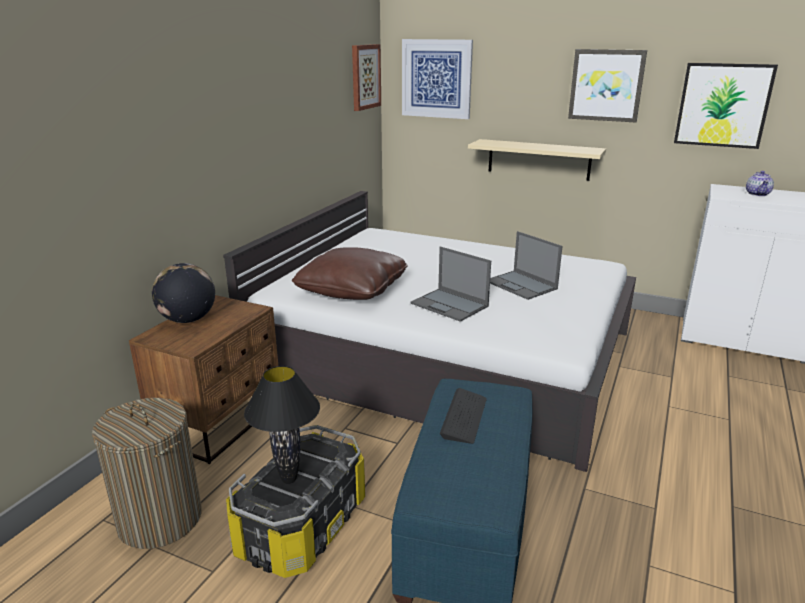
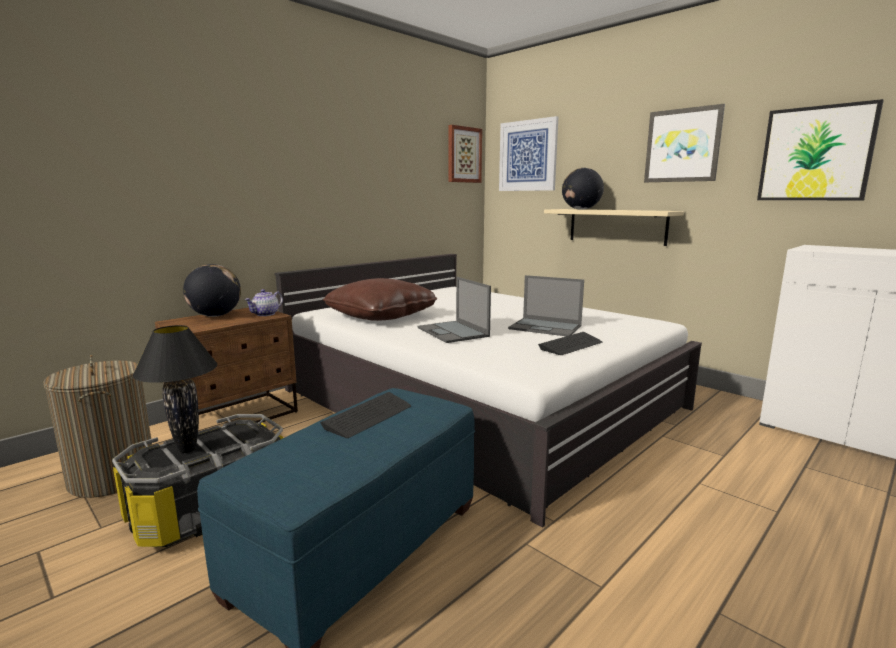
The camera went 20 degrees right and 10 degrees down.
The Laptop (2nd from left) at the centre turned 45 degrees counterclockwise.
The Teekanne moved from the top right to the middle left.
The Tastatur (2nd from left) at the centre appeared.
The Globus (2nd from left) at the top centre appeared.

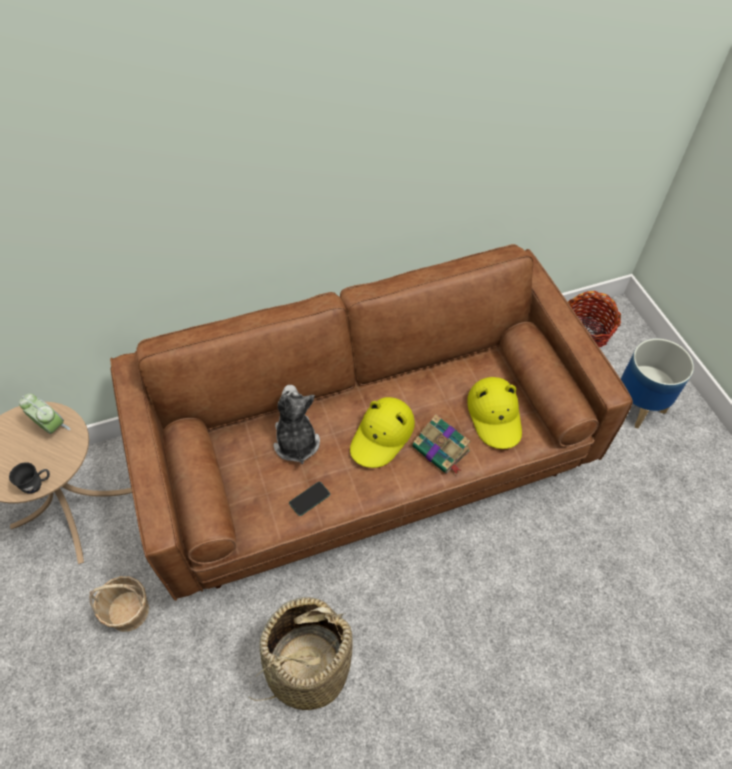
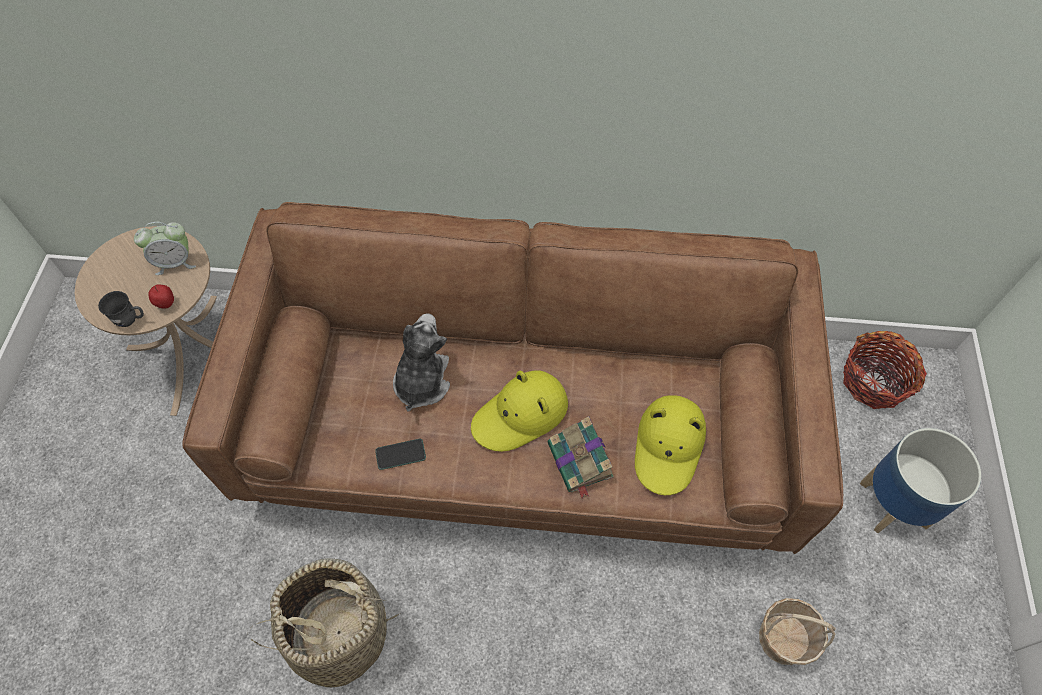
The camera went 25 degrees right and 5 degrees up.
The Wecker at the middle left turned 105 degrees clockwise.
The Korb (1st from left in the first image) moved from the bottom left to the bottom right.
The Apfel at the middle left appeared.

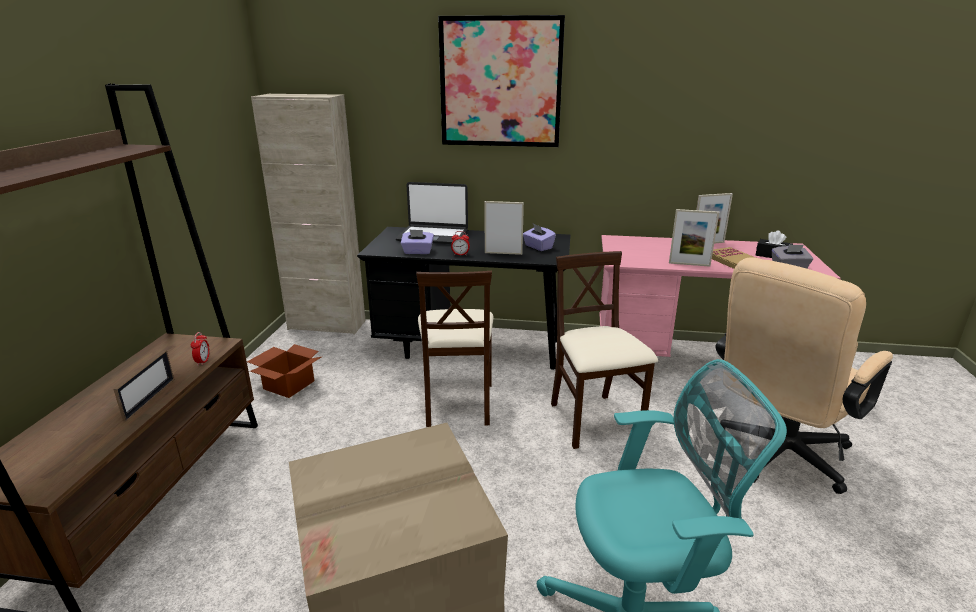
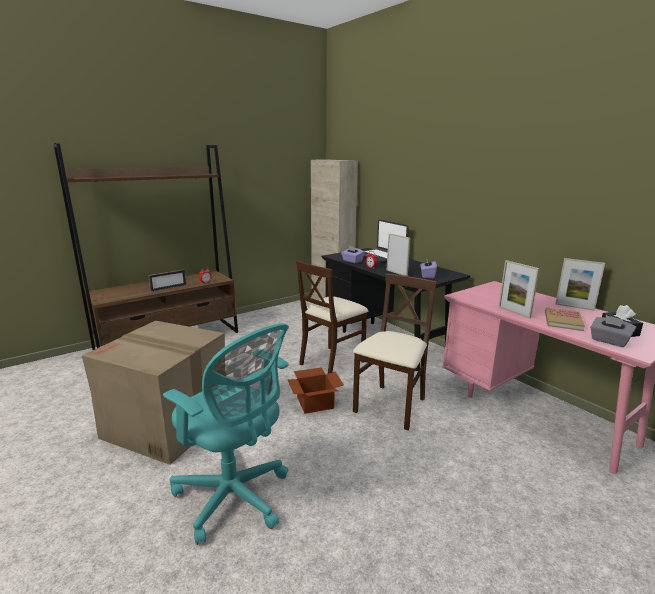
The camera went 45 degrees right and 5 degrees down.
The Karton (1st from left in the first image) moved from the middle left to the centre.
The Bild at the top centre disappeared.
The Bürostuhl (beige) at the middle right disappeared.

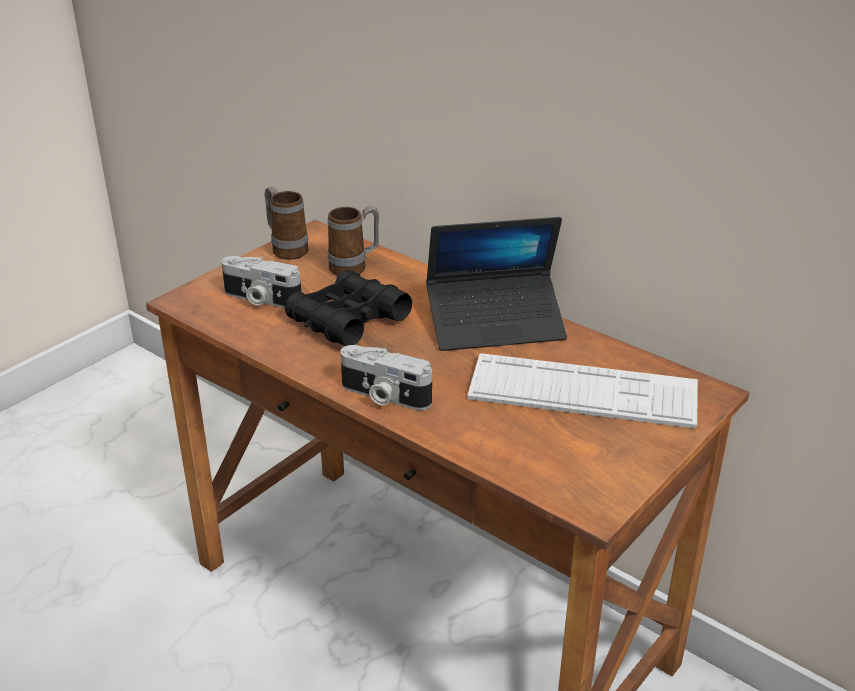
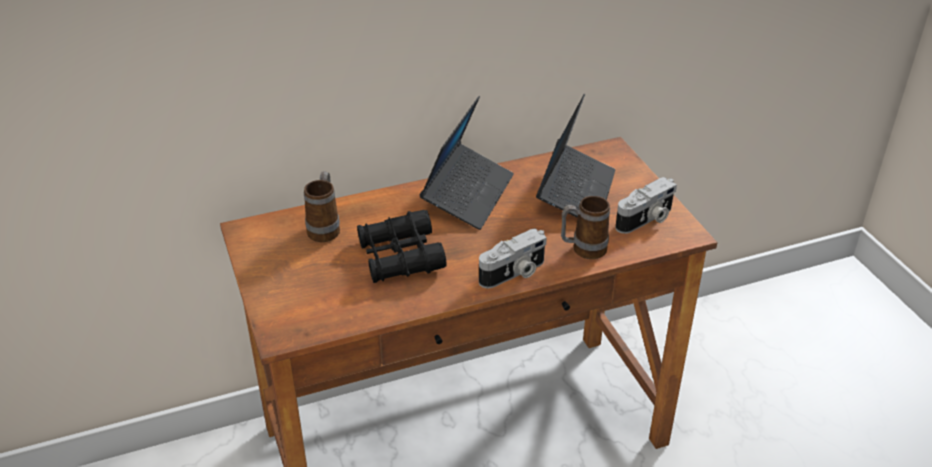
The camera went 60 degrees left and 5 degrees up.
The Kamera (1st from left in the first image) moved from the middle left to the middle right.
The Henkelbecher (1st from left in the first image) moved from the top centre to the centre.
The Tastatur at the middle right was replaced by the Laptop (2nd from left) at the centre.

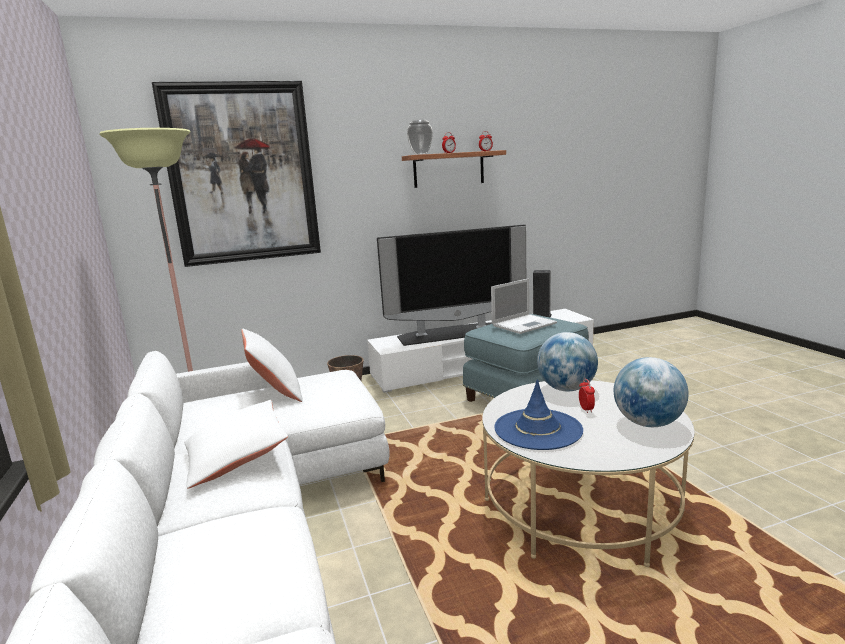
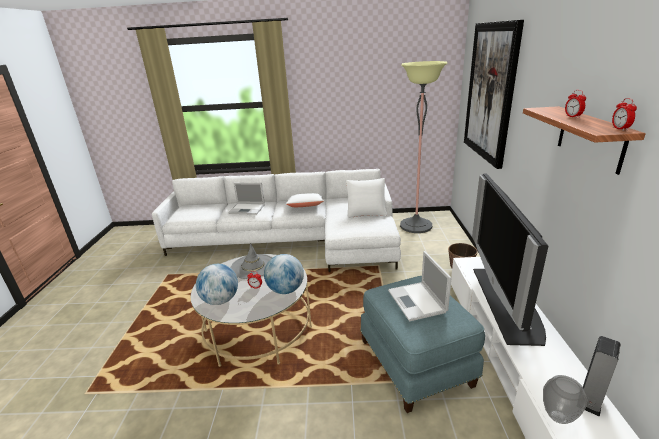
The camera went 110 degrees right and 10 degrees up.
The Vase moved from the top centre to the bottom right.
The Hut (blau) at the centre became the Hut (grau) at the centre.
The Laptop (1st from left) at the centre appeared.

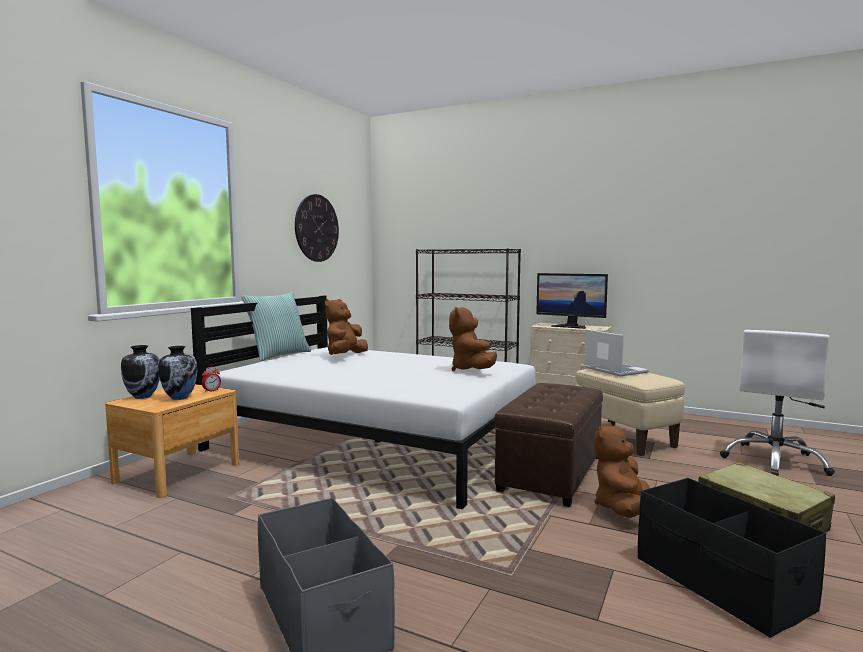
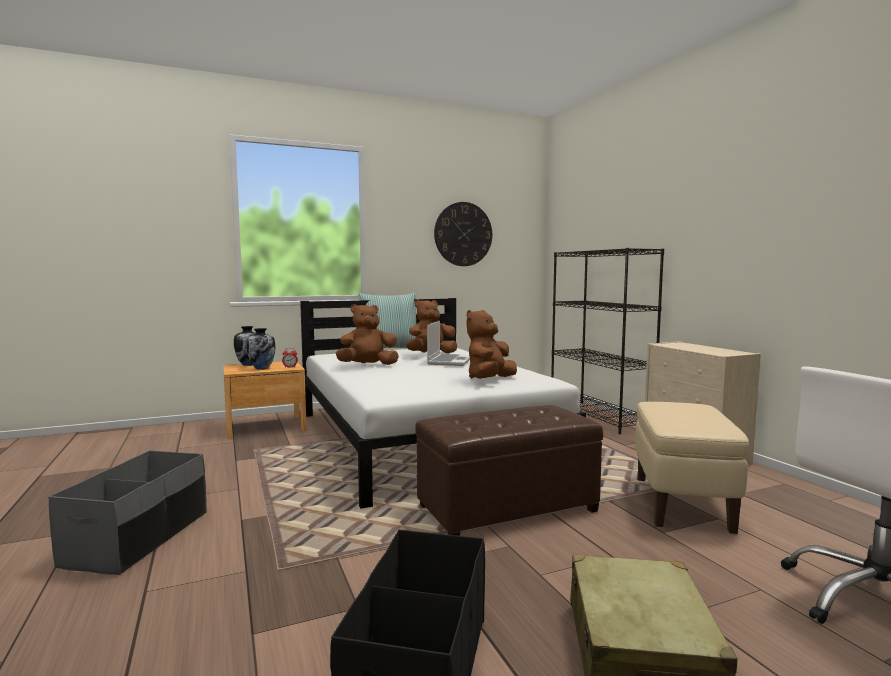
The camera went 40 degrees right and 0 degrees up.
The Monitor at the centre disappeared.
The Laptop moved from the middle right to the centre.
The Plüschtier (braun) (3rd from left in the first image) moved from the bottom right to the centre.

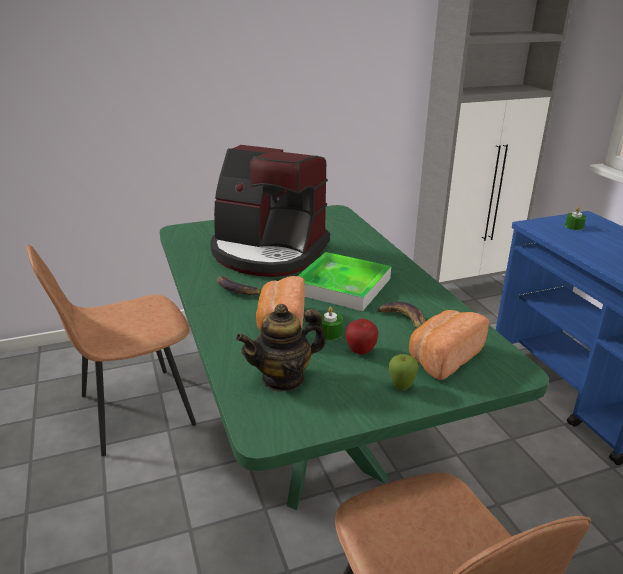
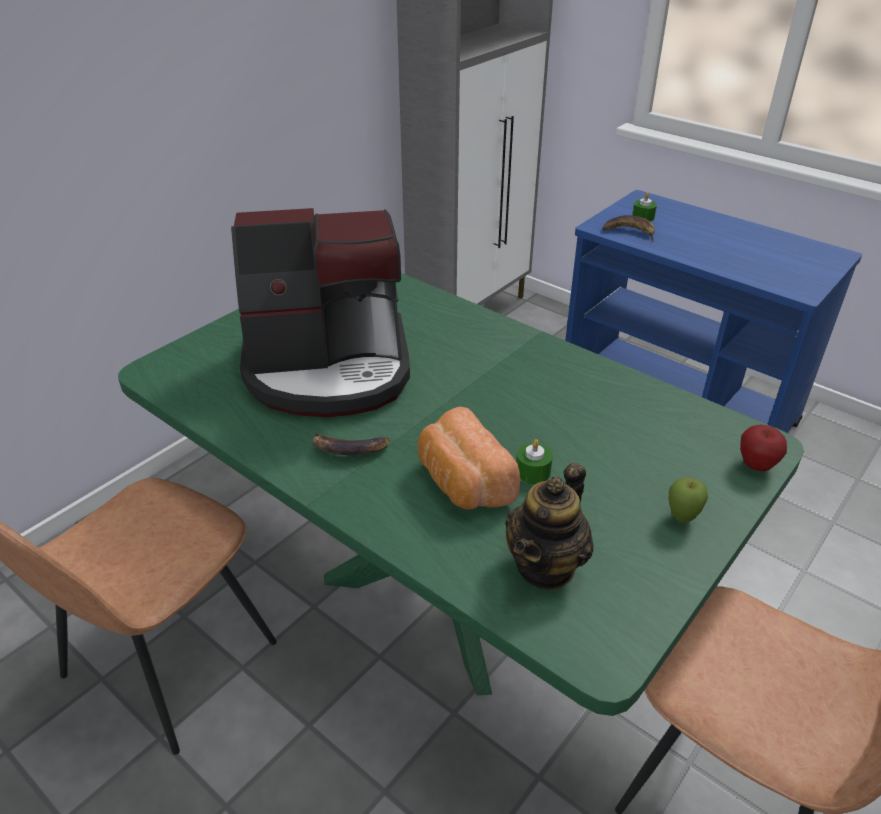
The camera went 30 degrees left and 10 degrees up.
The Tablett at the centre disappeared.
The Apfel (1st from left in the first image) moved from the centre to the middle right.
The Banane (2nd from left) moved from the centre to the top right.
The Brot (2nd from left) at the middle right disappeared.

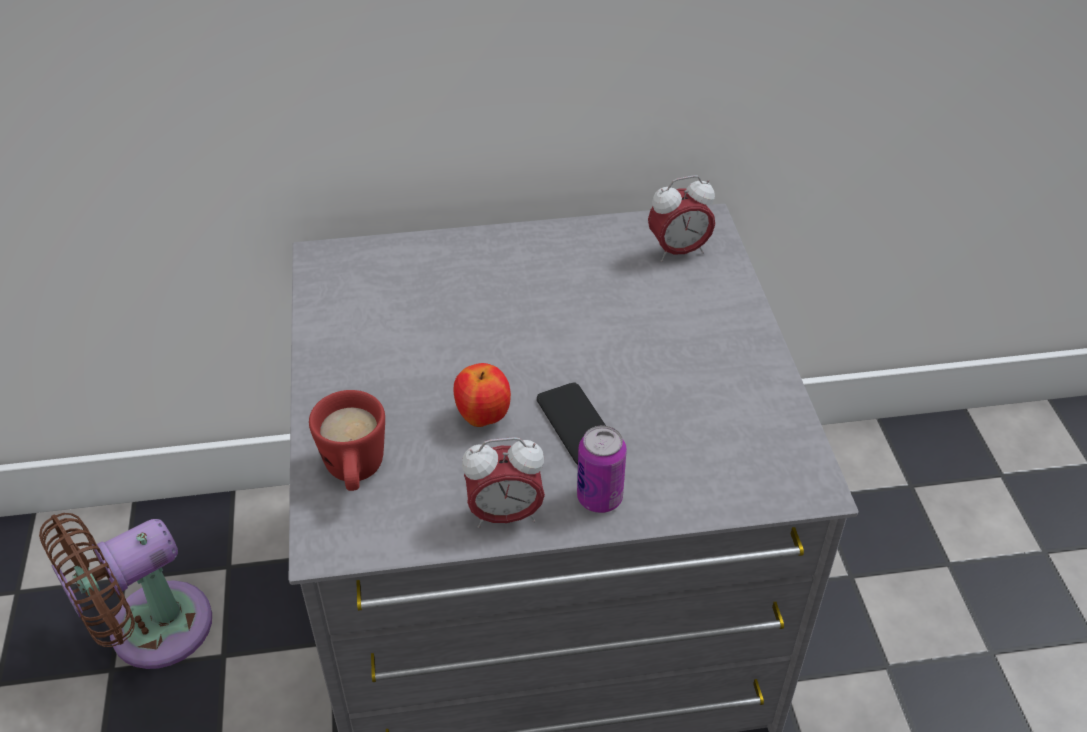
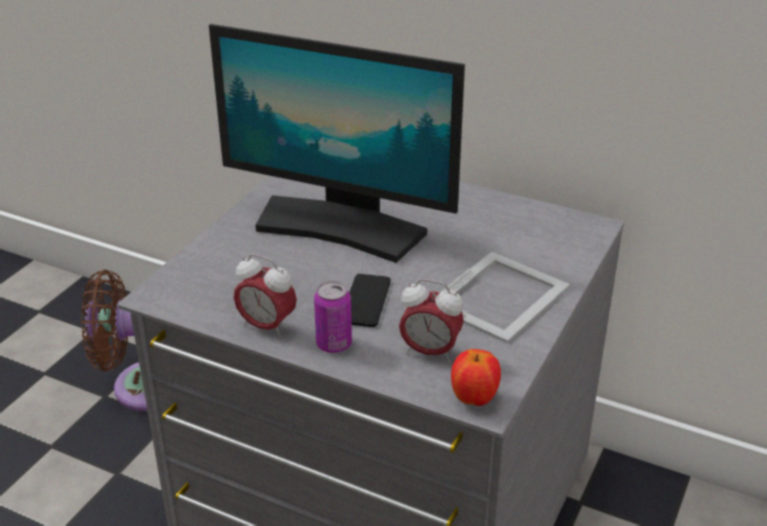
The camera went 35 degrees right and 10 degrees down.
The Henkelbecher (rot) at the middle left disappeared.
The Apfel moved from the centre to the bottom centre.
The Wecker (2nd from left) moved from the top centre to the centre.
The Monitor at the top centre appeared.
The Bilderrahmen at the centre appeared.

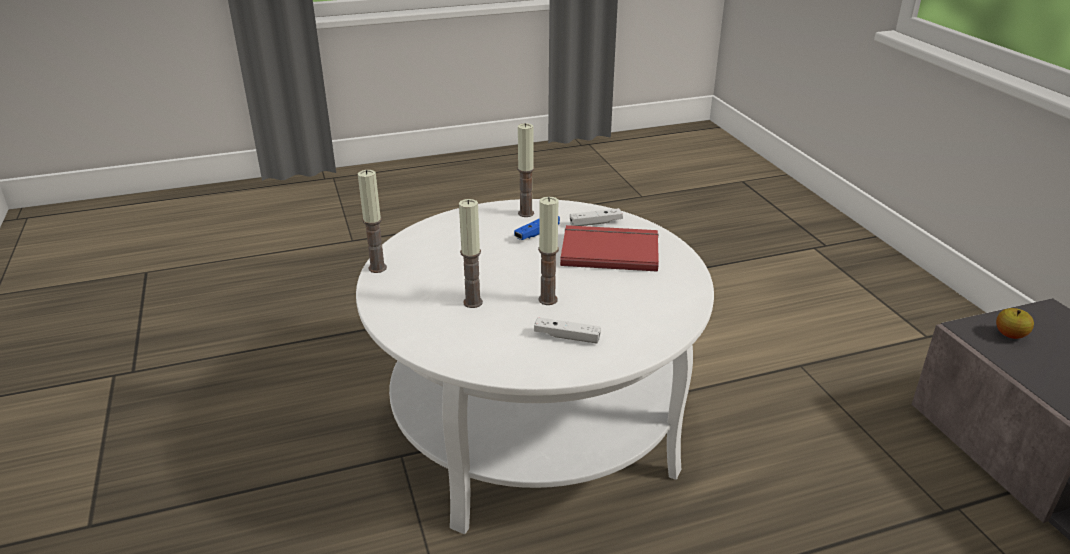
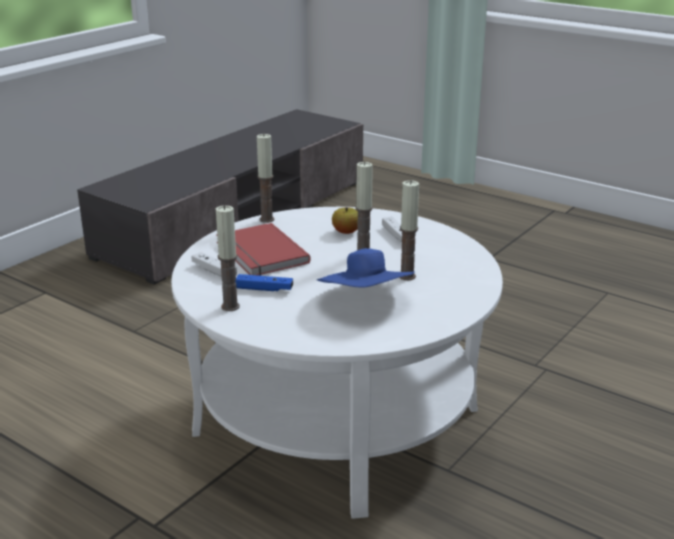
The camera went 125 degrees left and 5 degrees down.
The Kerze (1st from left in the first image) moved from the centre to the top centre.
The Apfel moved from the middle right to the centre.
The Hut (blau) at the centre appeared.

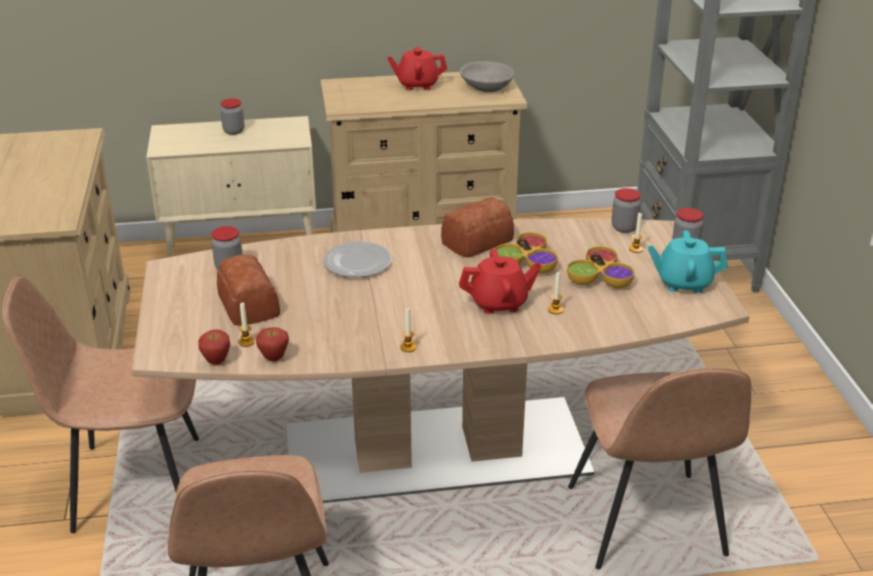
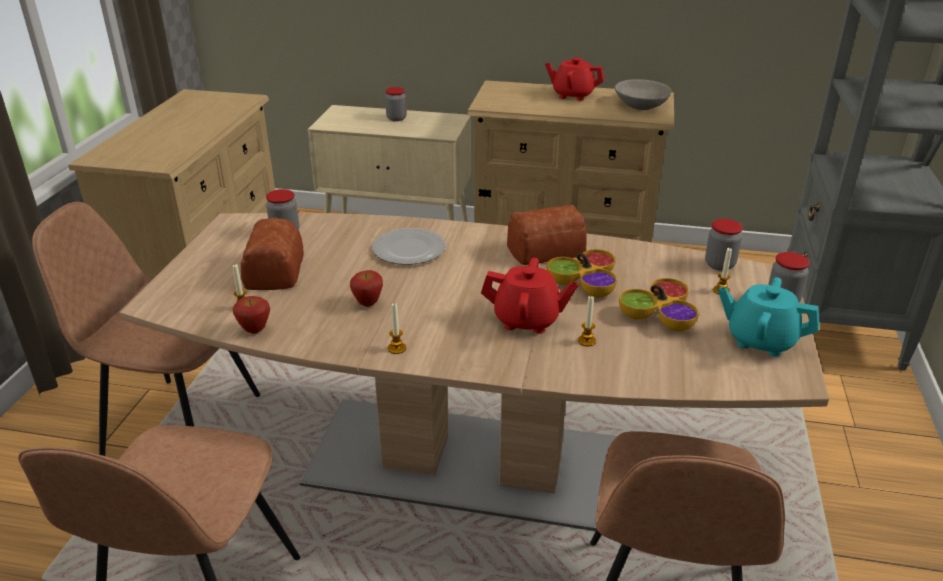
The camera went 20 degrees right and 0 degrees up.
The Apfel (1st from left in the first image) moved from the middle left to the centre.

